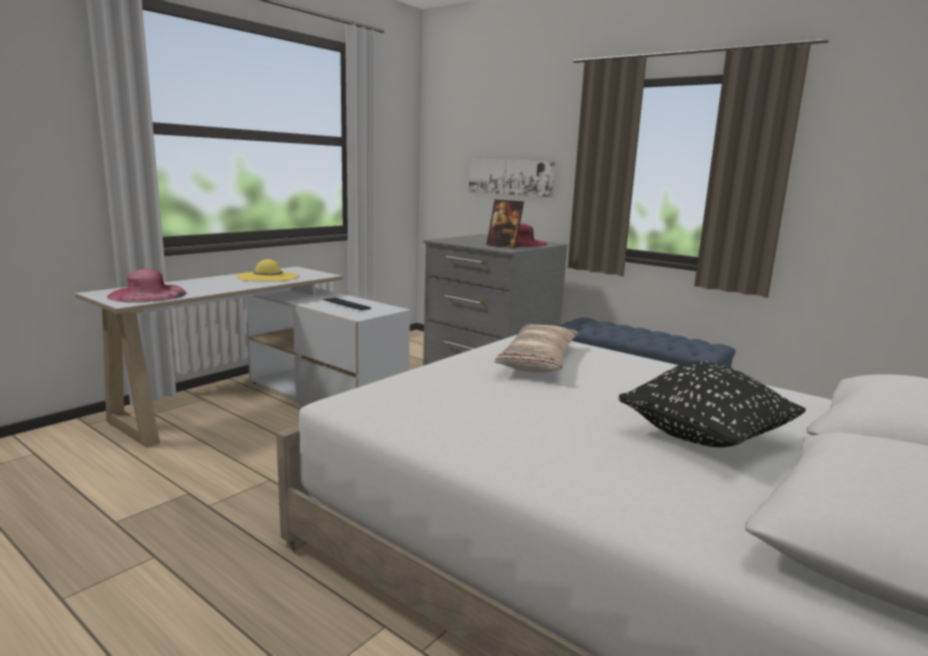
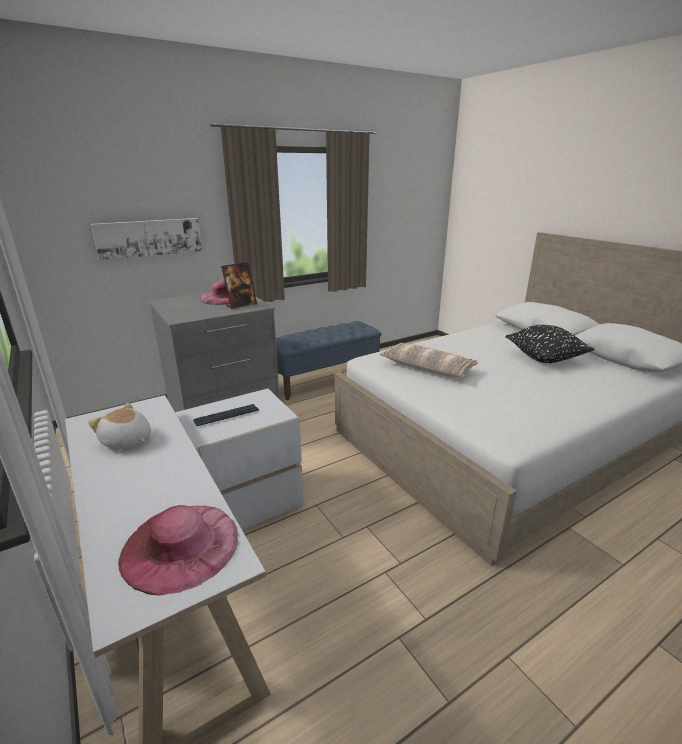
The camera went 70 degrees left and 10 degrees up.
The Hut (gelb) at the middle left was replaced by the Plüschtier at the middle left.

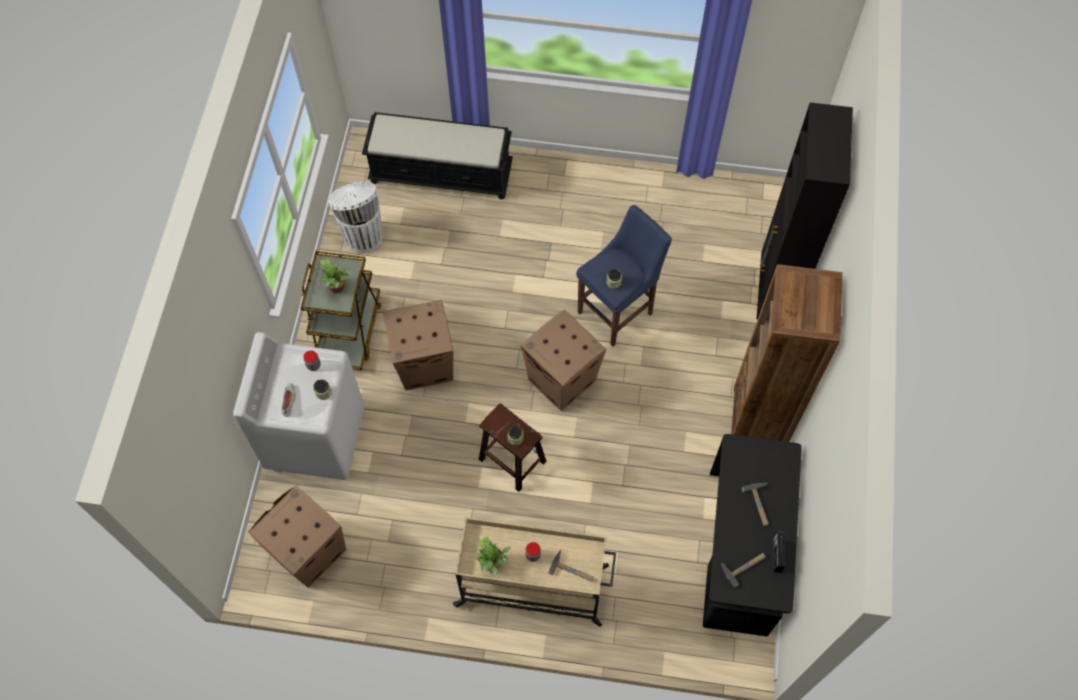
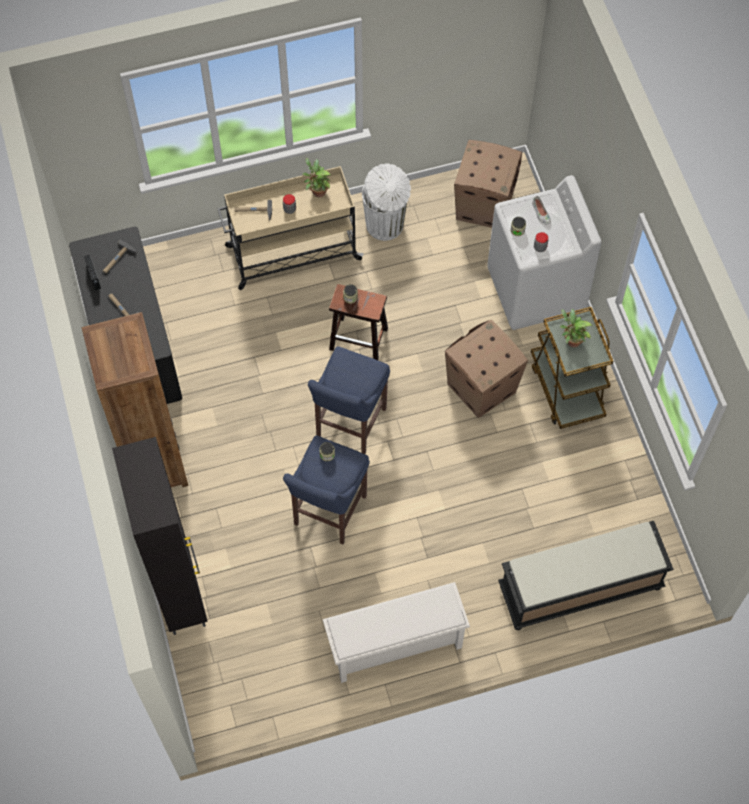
The camera went 155 degrees right and 0 degrees up.
The Mülleimer (weiß) moved from the top left to the top centre.
The Karton (3rd from left) at the centre was replaced by the Hocker (blau) (2nd from left) at the centre.
The Schuhregal (weiß) at the bottom centre appeared.

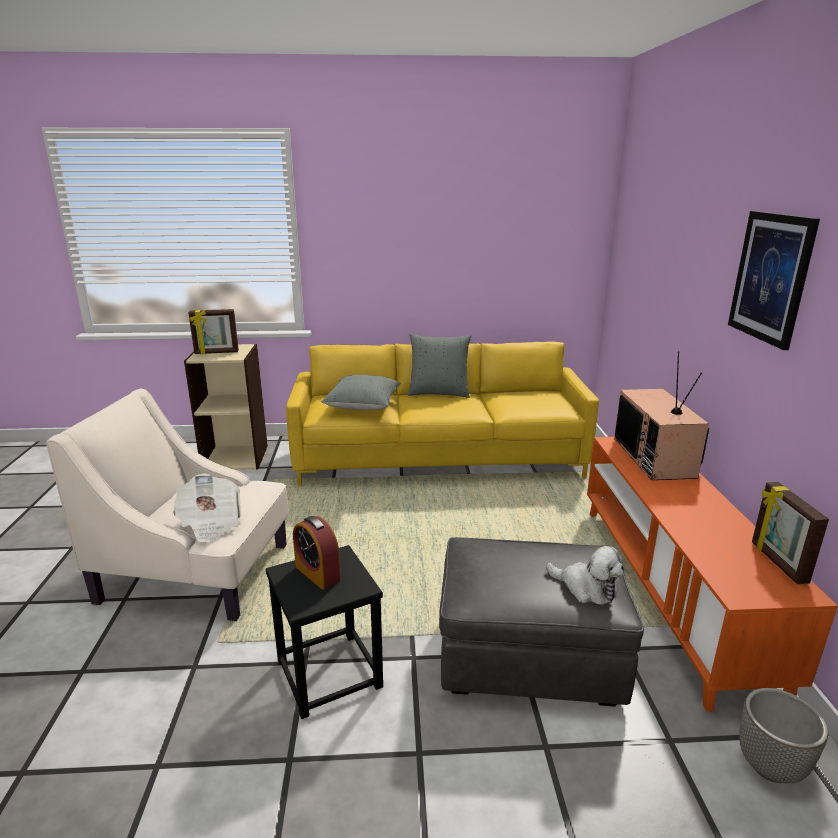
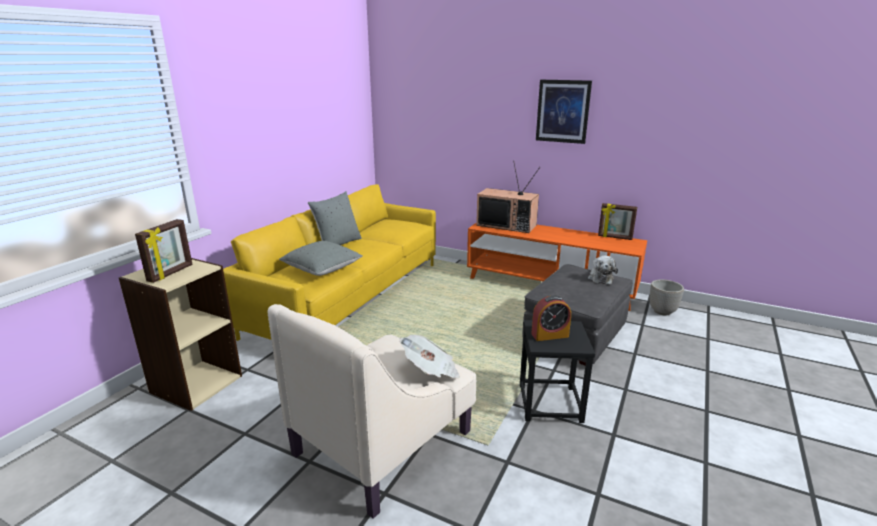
The camera went 60 degrees left and 0 degrees up.
The Plüschtier at the bottom right turned 120 degrees clockwise.

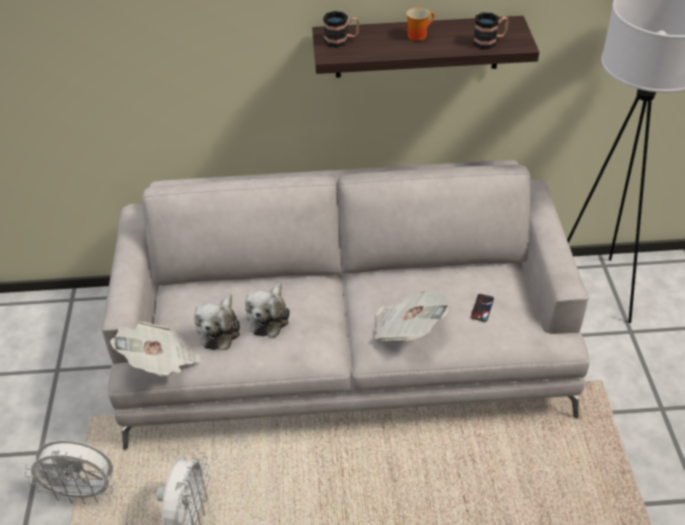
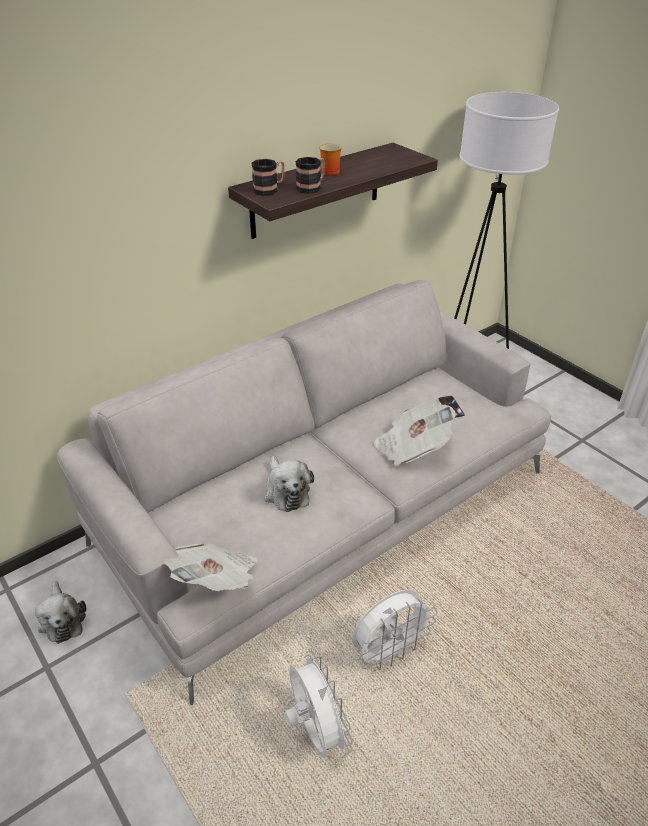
The camera went 35 degrees left and 5 degrees down.
The Ventilator (weiß) (1st from left in the first image) moved from the bottom left to the bottom centre.
The Plüschtier (1st from left) moved from the middle left to the bottom left.
The Henkelbecher (3rd from left in the first image) moved from the top right to the top centre.

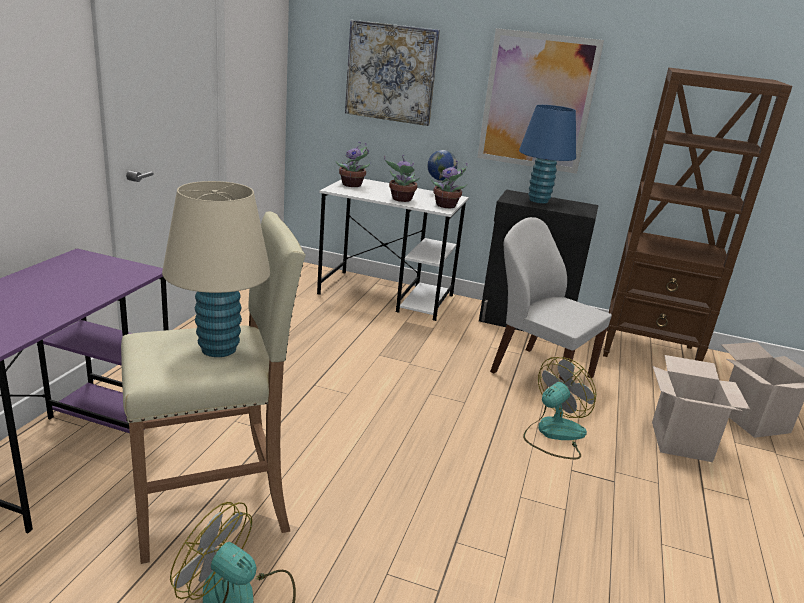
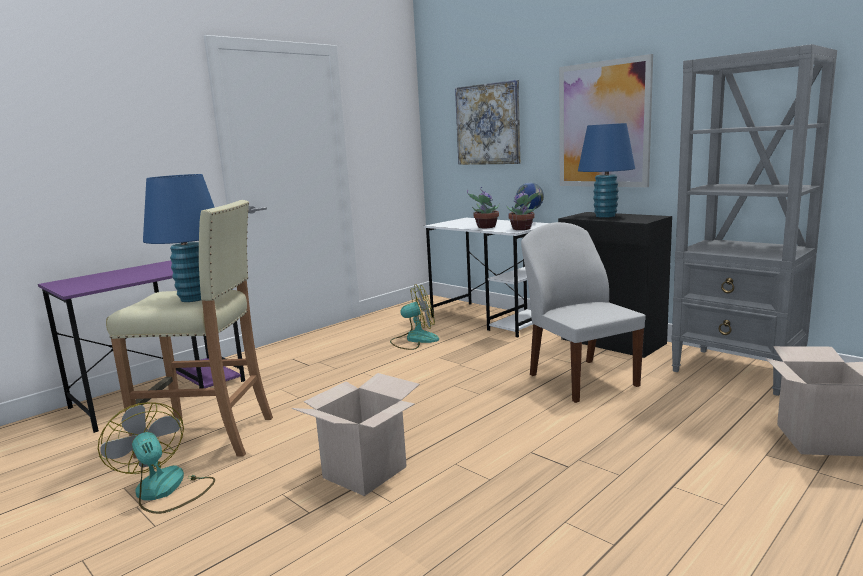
The camera went 30 degrees right and 10 degrees down.
The Tischlampe (beige) at the middle left became the Tischlampe (blau) (1st from left) at the middle left.
The Topfpflanze (1st from left) at the top centre disappeared.
The Ventilator (2nd from left) moved from the bottom right to the centre.
The Bücherregal (braun) at the middle right became the Bücherregal (grau) at the middle right.
The Karton (1st from left) moved from the bottom right to the bottom centre.

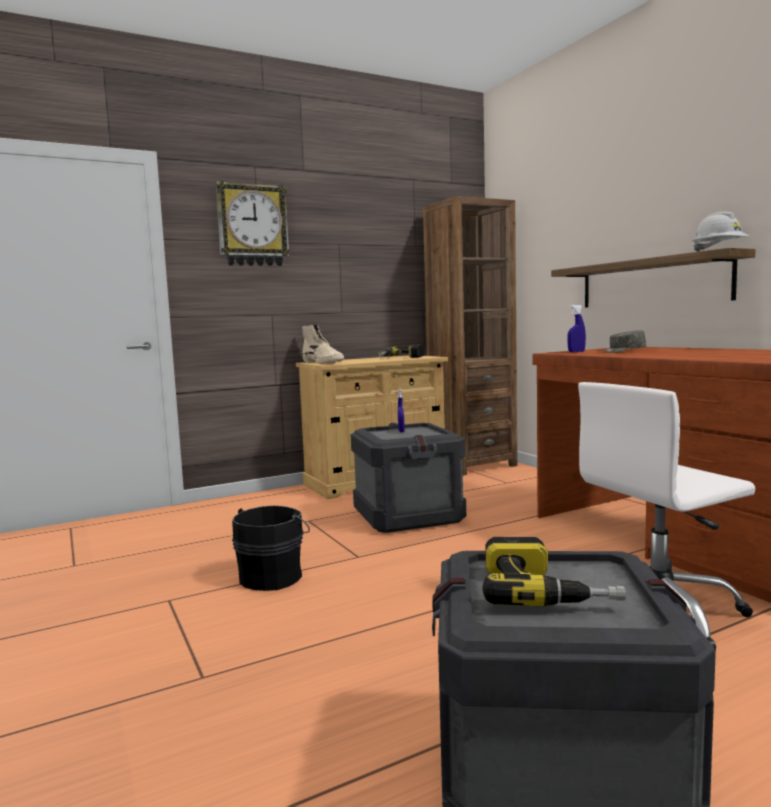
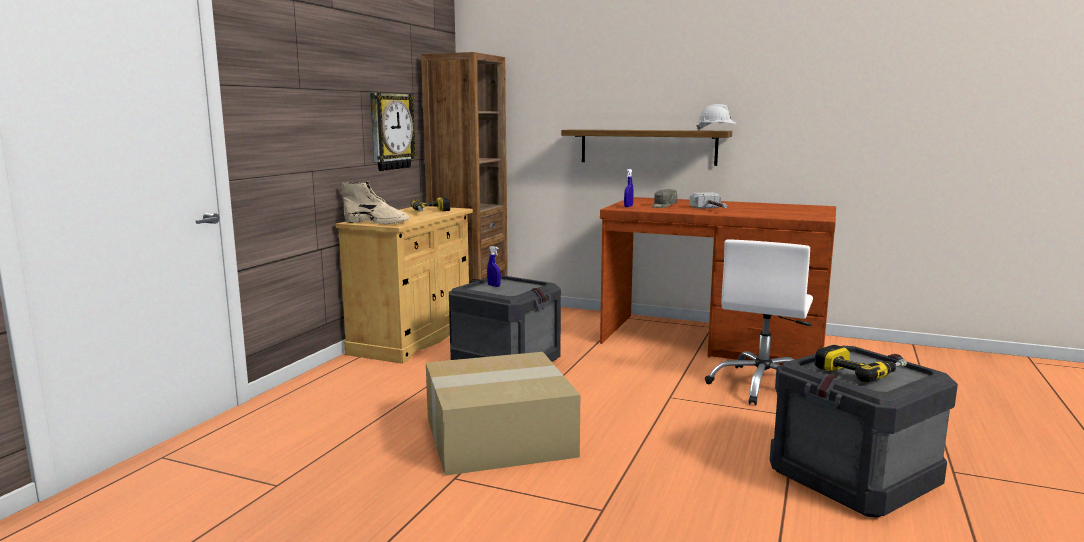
The camera went 40 degrees left and 5 degrees up.
The Wanduhr moved from the top left to the top centre.
The Eimer (schwarz) at the bottom centre was replaced by the Karton at the bottom centre.
The Hammer at the centre appeared.

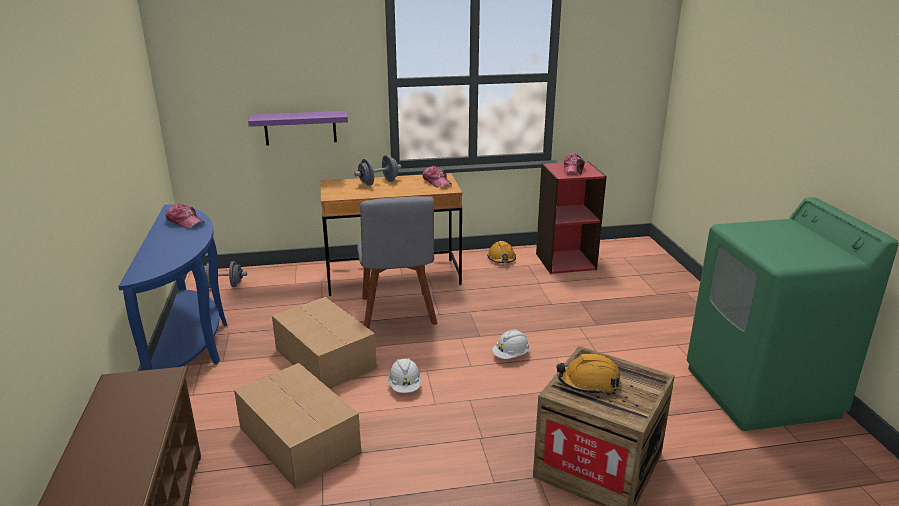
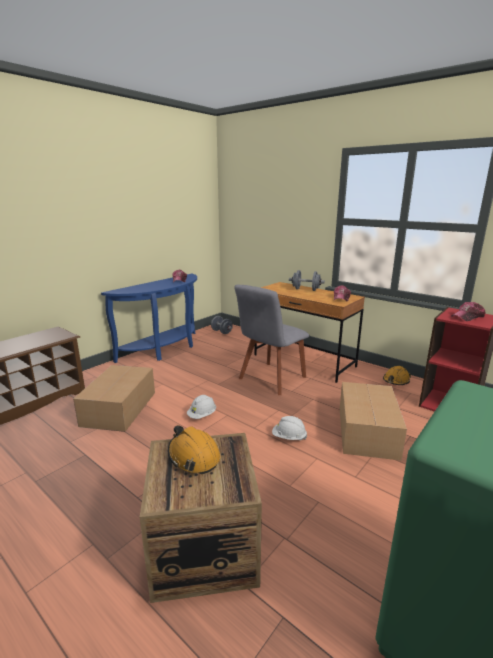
The camera went 50 degrees right and 5 degrees down.
The Wandregal (lila) at the top left disappeared.
The Karton (2nd from left) moved from the bottom centre to the middle right.

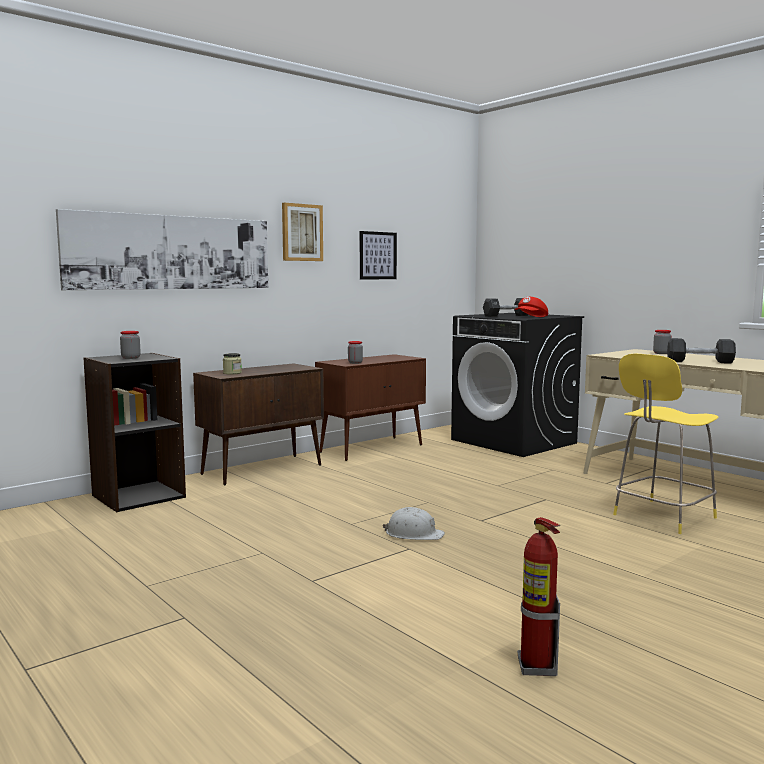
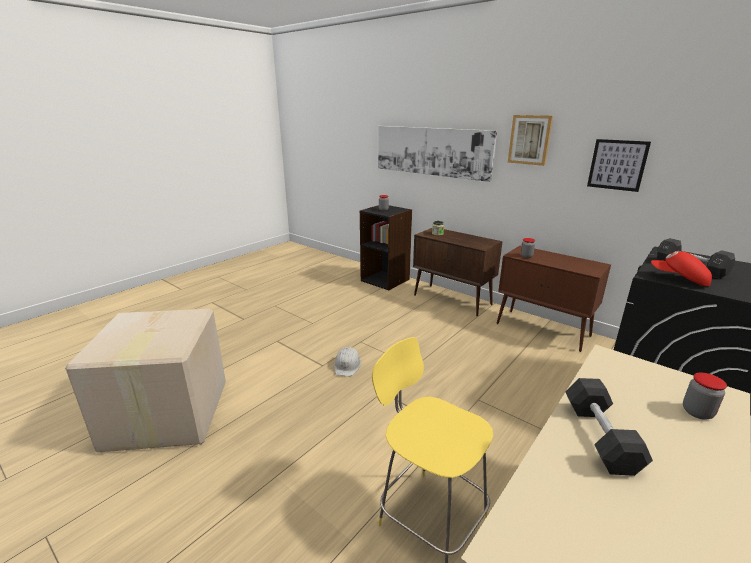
The camera went 80 degrees right and 15 degrees up.
The Feuerlöscher at the bottom right was replaced by the Karton at the bottom left.

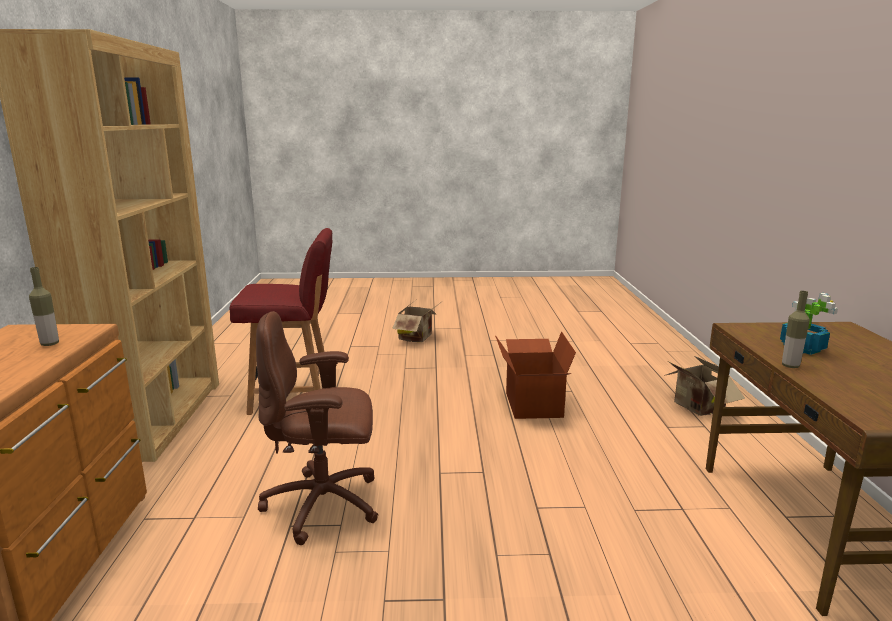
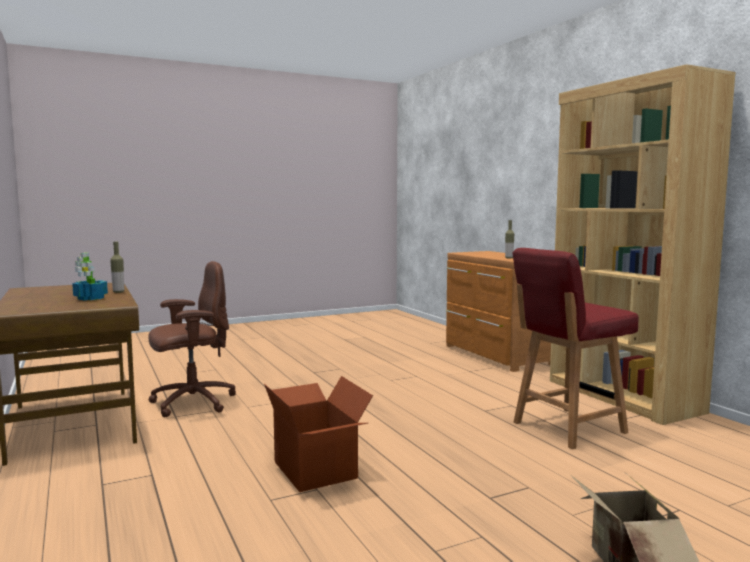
The camera went 155 degrees right and 10 degrees down.
The Bürostuhl (braun) moved from the bottom centre to the middle left.
The Karton (3rd from left) at the middle right disappeared.

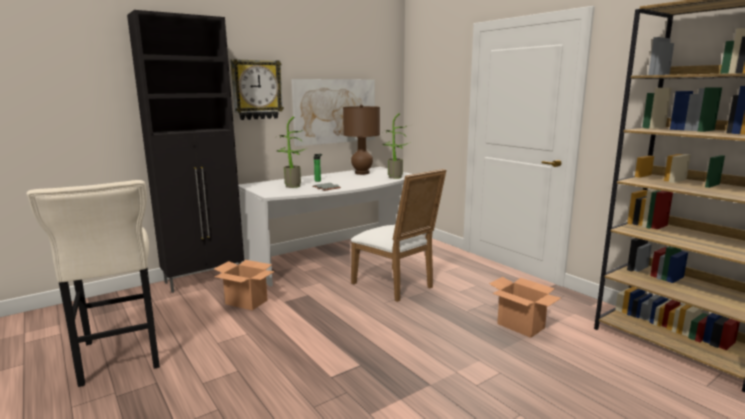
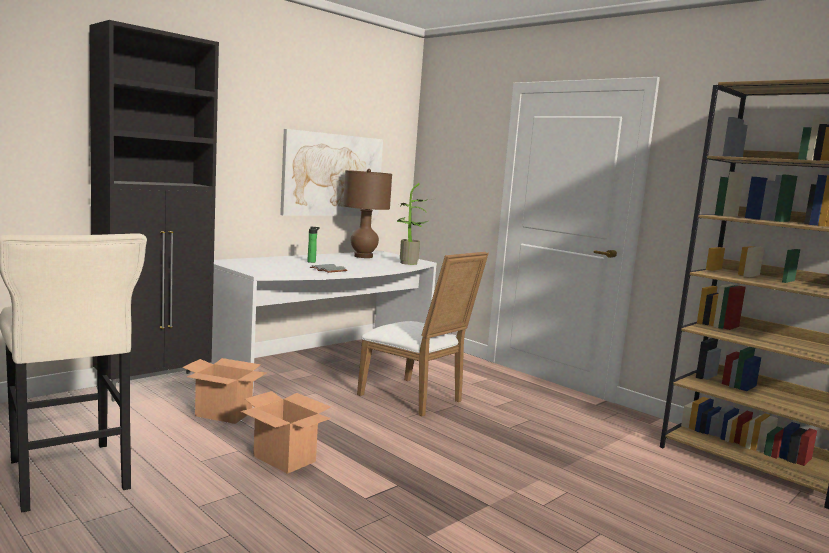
The camera went 10 degrees left and 5 degrees down.
The Wanduhr at the top centre disappeared.
The Topfpflanze (1st from left) at the centre disappeared.
The Karton (2nd from left) moved from the bottom right to the bottom centre.

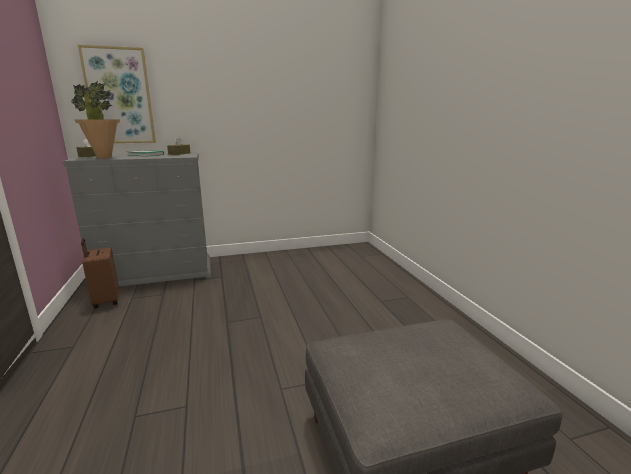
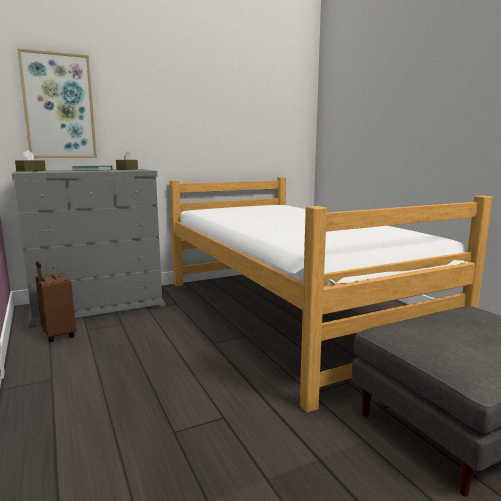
The camera went 10 degrees left and 5 degrees down.
The Topfpflanze at the top left disappeared.
The Bett at the centre appeared.

